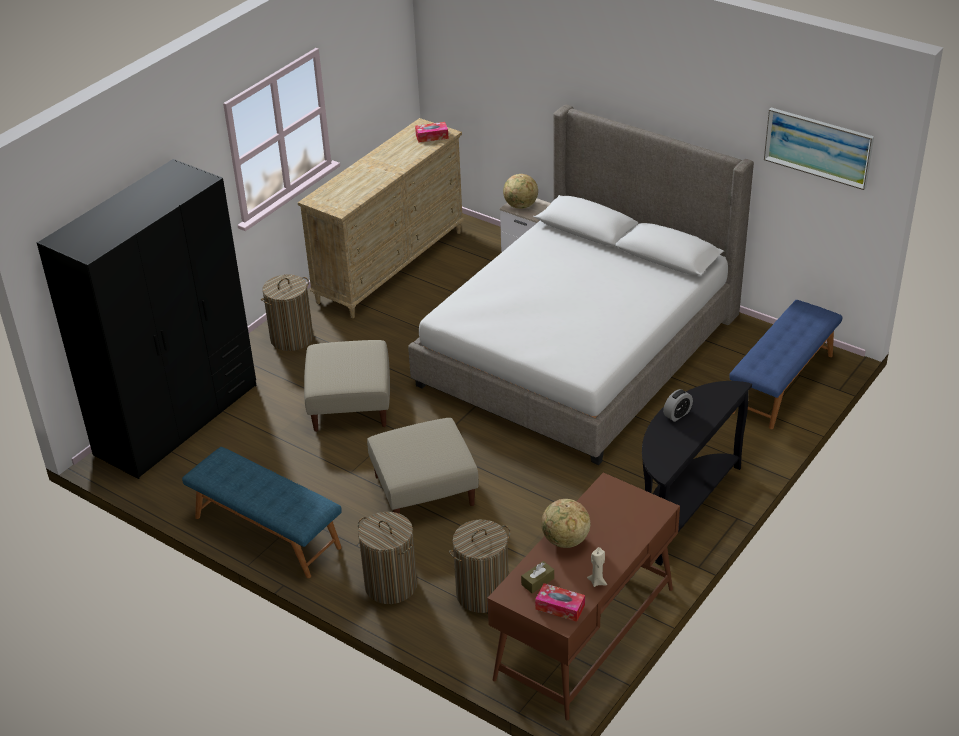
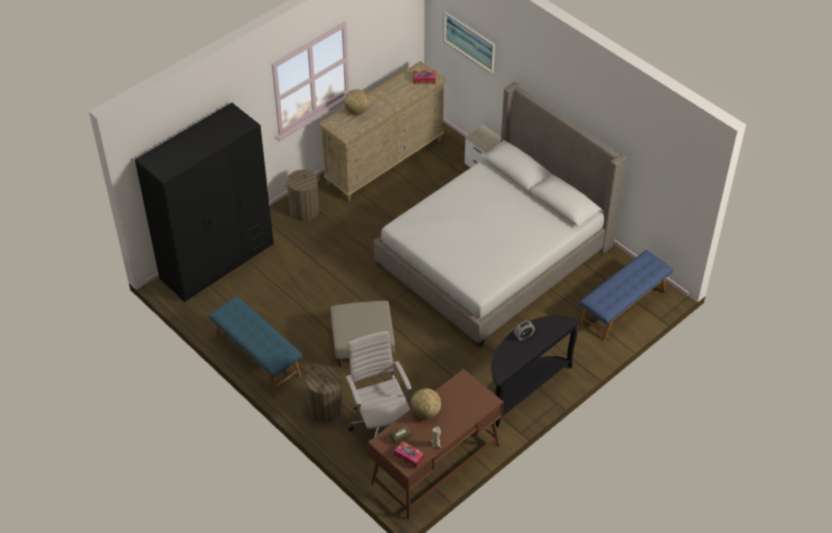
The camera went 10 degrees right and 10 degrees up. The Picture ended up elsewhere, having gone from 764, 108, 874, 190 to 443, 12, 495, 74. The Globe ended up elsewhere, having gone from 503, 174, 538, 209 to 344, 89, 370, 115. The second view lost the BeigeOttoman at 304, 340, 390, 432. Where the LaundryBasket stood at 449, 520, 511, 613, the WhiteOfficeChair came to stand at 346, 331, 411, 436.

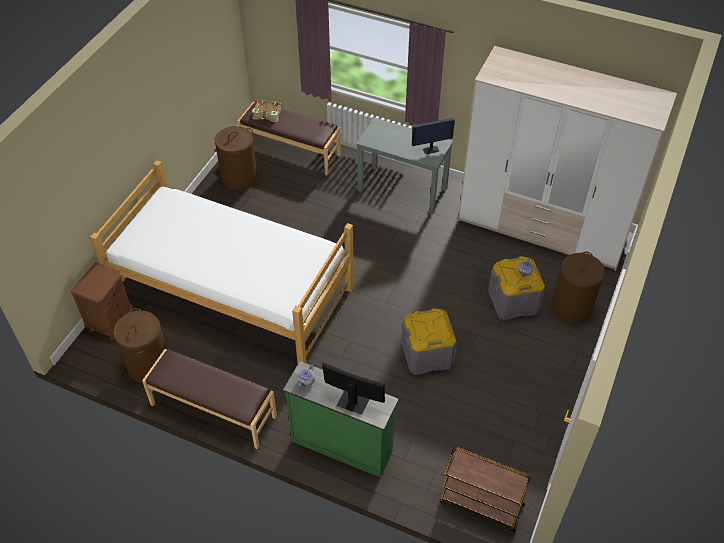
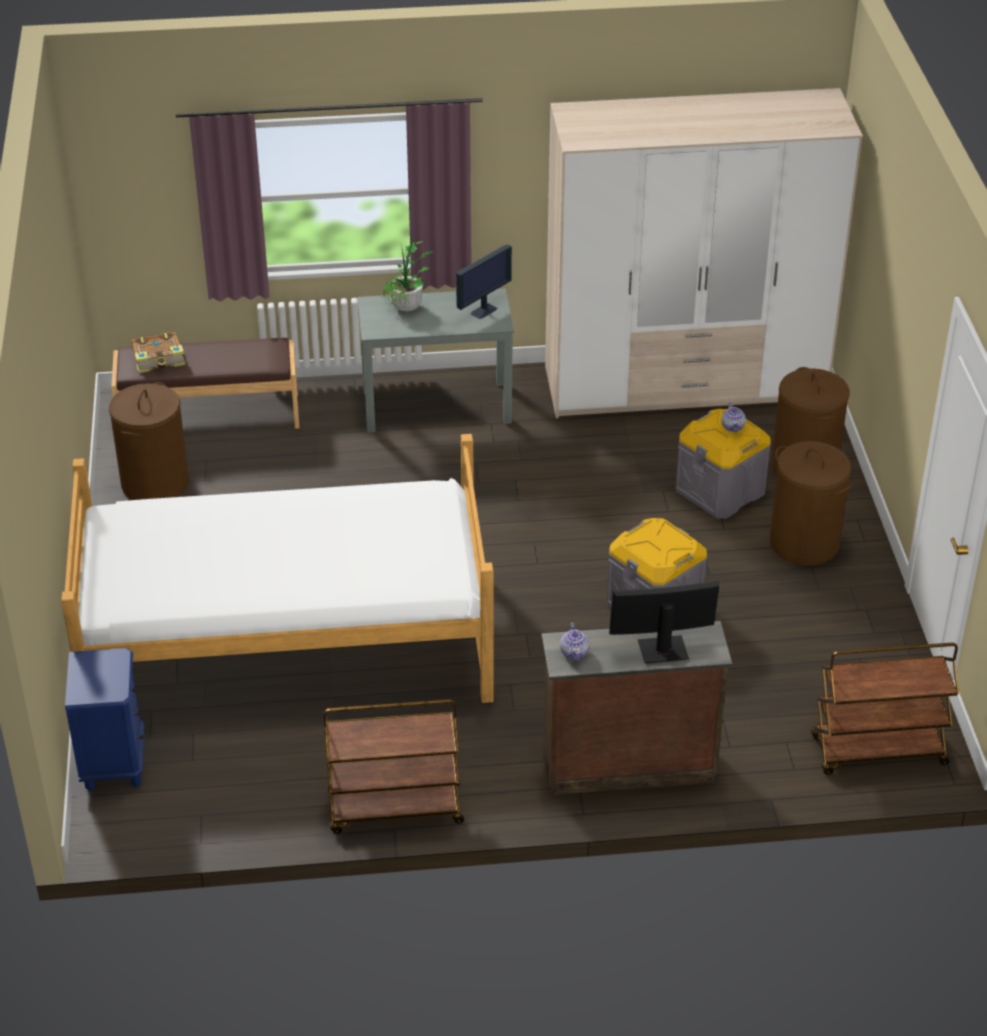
The camera went 30 degrees left and 10 degrees down. What was the BrownNightstand at 70, 262, 133, 340 turned into the BlueNightstand at 65, 648, 144, 791. The BrownLaundryBasket ended up elsewhere, having gone from 113, 308, 167, 383 to 769, 441, 852, 566. Where the BrownBench stood at 142, 349, 277, 449, the BrownCart came to stand at 323, 699, 464, 834. What was the GreenDresser at 283, 361, 399, 477 turned into the BrownDresser at 542, 621, 732, 795. The second view gained the PottedPlant at 381, 232, 433, 312.

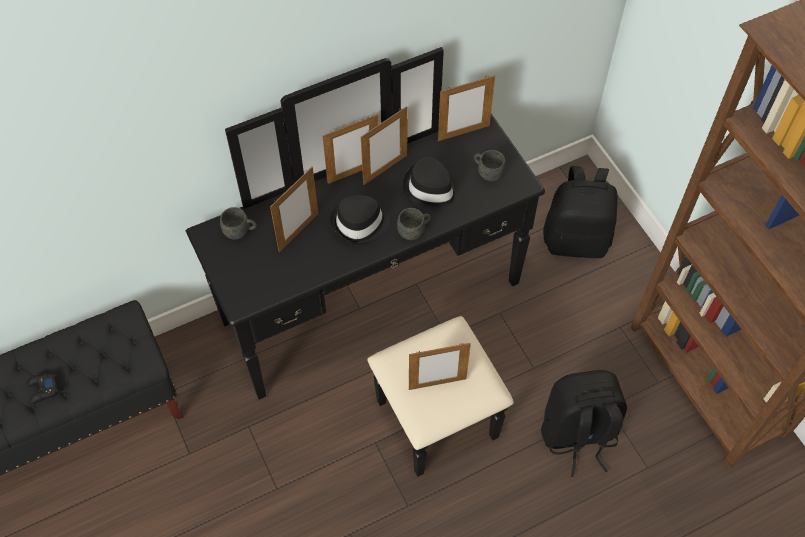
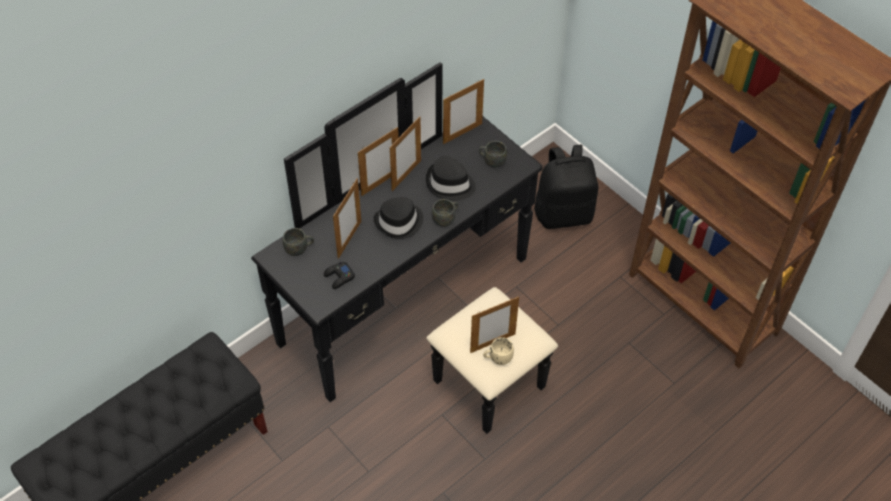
The camera went 15 degrees left and 5 degrees down. The second view lost the BlackBackpack at 541, 370, 627, 477. The BlackGameController ended up elsewhere, having gone from 27, 373, 59, 404 to 324, 262, 355, 289. The second view gained the BeigeMug at 483, 337, 514, 365.

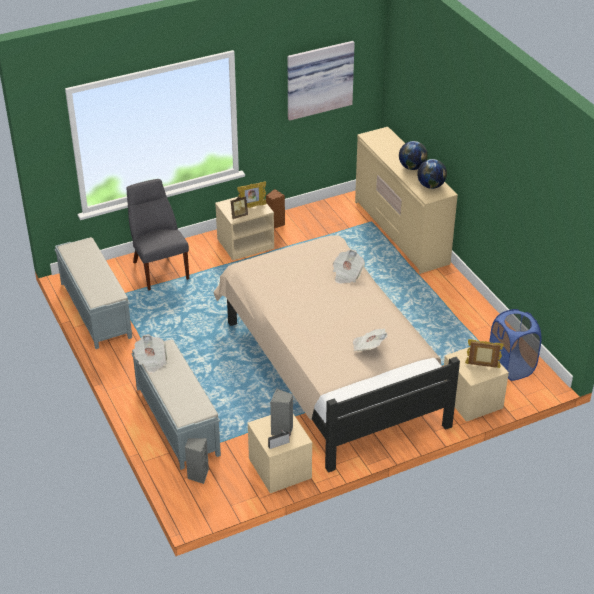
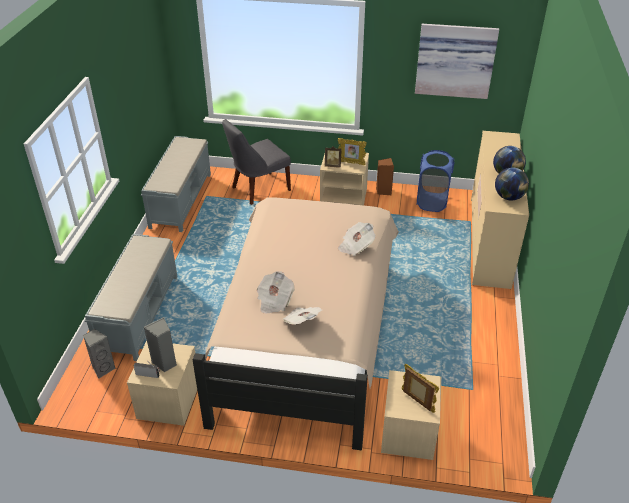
The camera went 35 degrees right and 0 degrees up. The GreyChair at 126, 179, 189, 291 ended up facing another way, 135 degrees counterclockwise from before. The BlueLaundryBasket ended up elsewhere, having gone from 489, 309, 542, 381 to 417, 150, 454, 212. The Newspaper ended up elsewhere, having gone from 134, 334, 168, 373 to 257, 271, 295, 313.

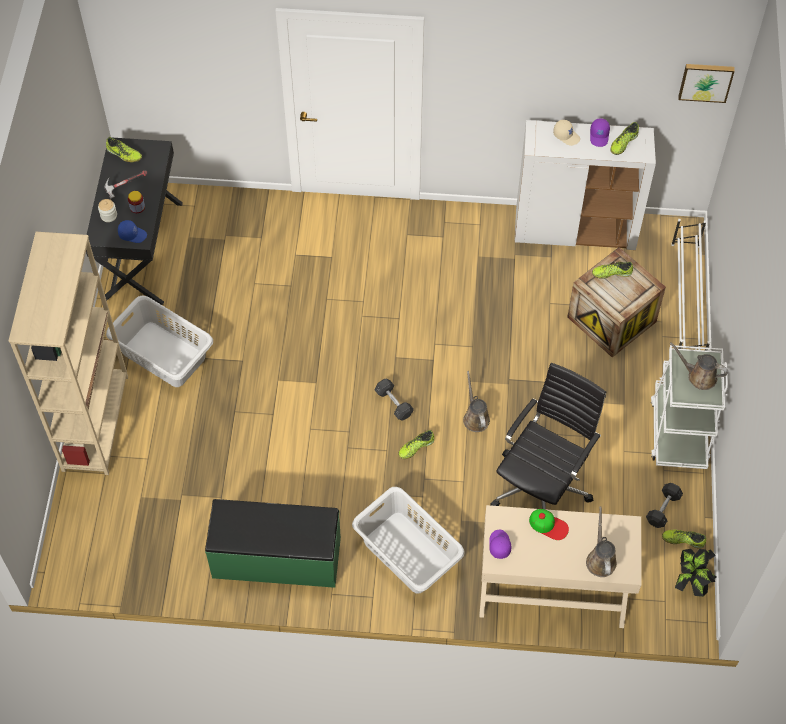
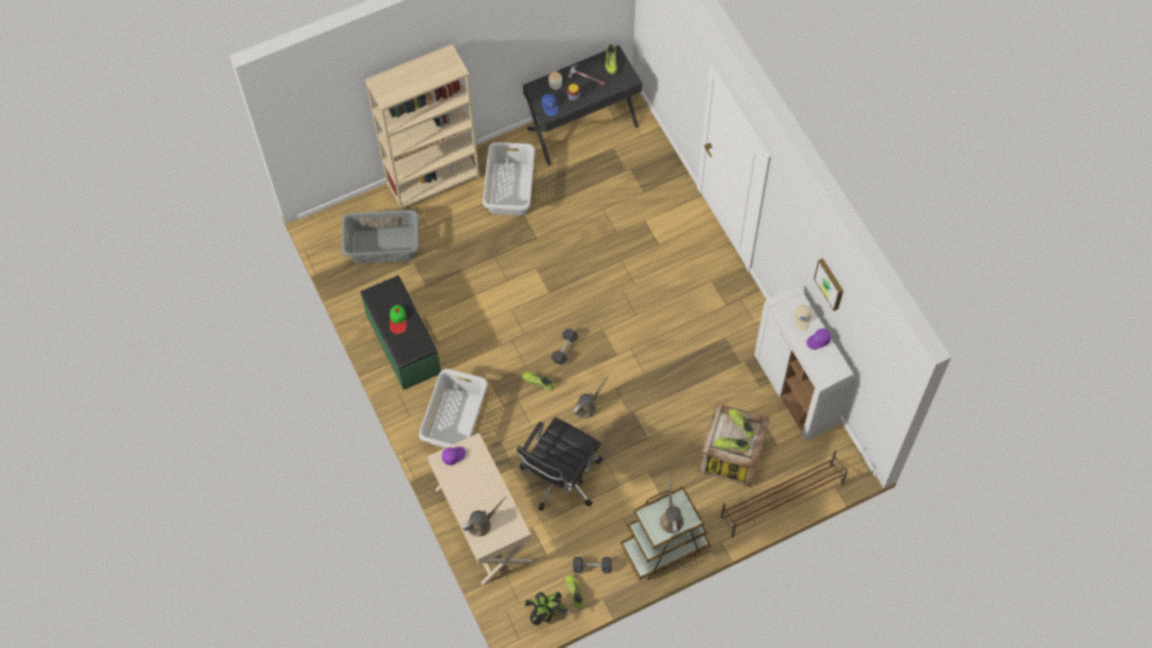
The camera went 60 degrees right and 5 degrees up. The Picture ended up elsewhere, having gone from 679, 64, 735, 103 to 814, 258, 843, 311. The Shoe ended up elsewhere, having gone from 610, 122, 639, 155 to 714, 438, 750, 452. What was the WhiteShoeRack at 671, 219, 710, 351 turned into the BrownShoeRack at 721, 450, 848, 538. What was the WhiteCart at 651, 345, 728, 469 turned into the BrownCart at 621, 486, 711, 580. The BlackOfficeChair at 490, 363, 606, 509 ended up facing another way, 120 degrees clockwise from before. The Cap ended up elsewhere, having gone from 529, 509, 569, 540 to 390, 305, 407, 334. The second view gained the GreyLaundryBasket at 342, 210, 419, 264.

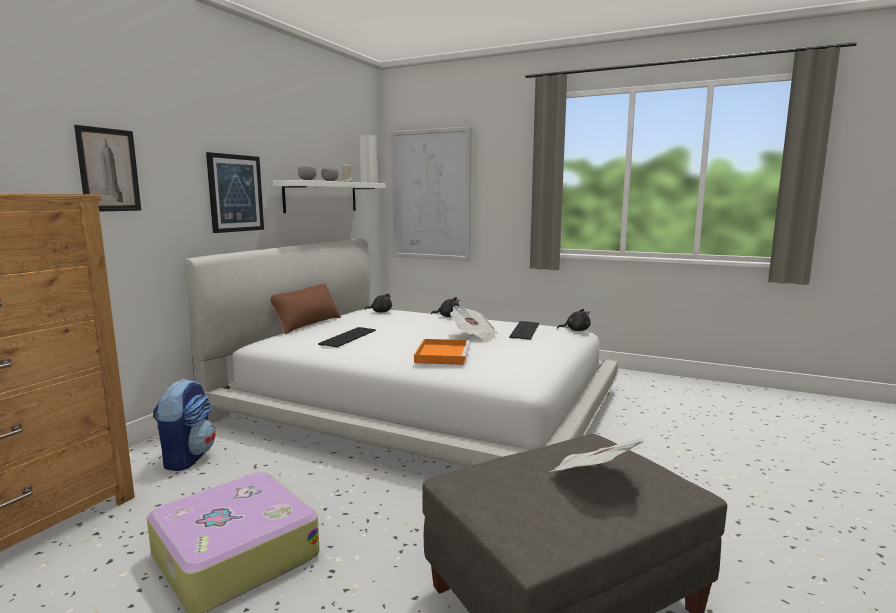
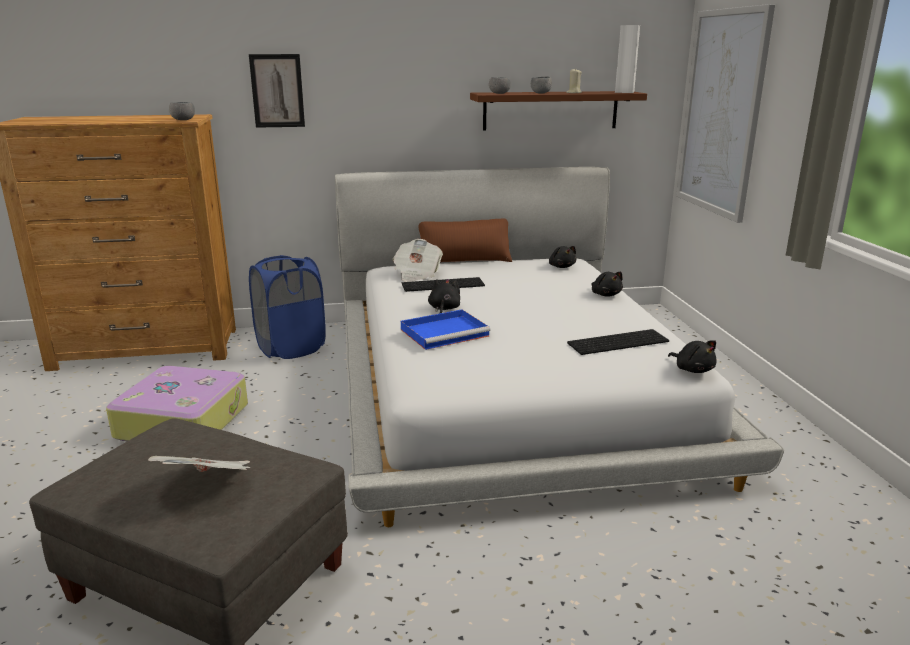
The camera went 55 degrees right and 10 degrees up. The second view lost the Picture at 206, 152, 264, 233. What was the WhiteShelf at 273, 180, 385, 213 turned into the BrownShelf at 470, 91, 647, 131. The Newspaper ended up elsewhere, having gone from 450, 306, 498, 342 to 393, 239, 443, 282. What was the OrangeTray at 414, 339, 470, 365 turned into the BlueTray at 401, 309, 491, 350. Where the Backpack stood at 153, 379, 216, 471, the BlueLaundryBasket came to stand at 249, 255, 326, 359. The second view gained the GreyBowl at 169, 102, 195, 120. The second view gained the BlackPlushToy at 428, 279, 460, 313.

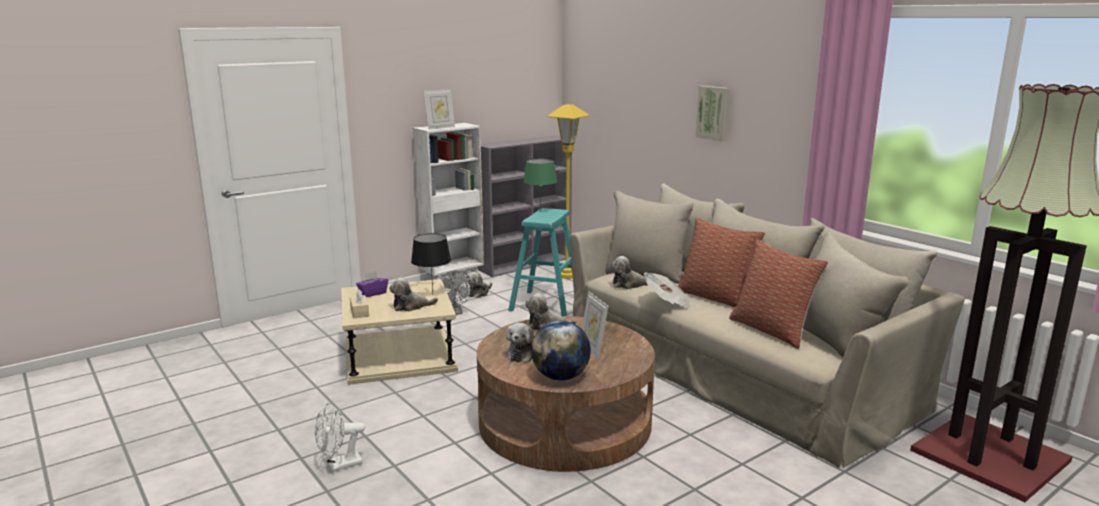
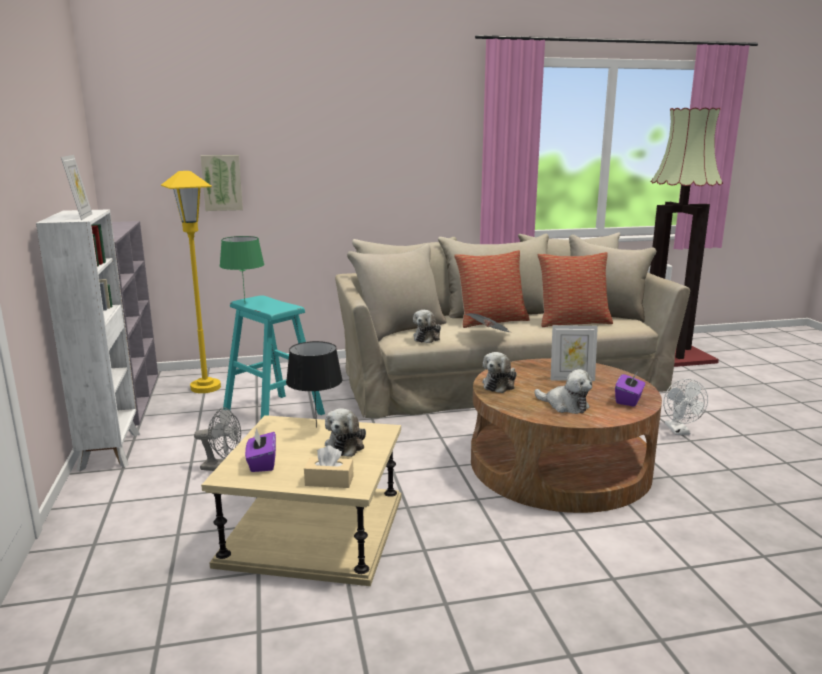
The camera went 65 degrees left and 0 degrees up. The Picture ended up elsewhere, having gone from 696, 86, 729, 142 to 201, 155, 243, 211. The second view lost the PlushToy at 466, 272, 492, 298. Where the Globe stood at 531, 320, 591, 380, the PurpleTissueBox came to stand at 615, 373, 645, 407. The WhiteFan ended up elsewhere, having gone from 315, 403, 365, 472 to 663, 379, 708, 435.

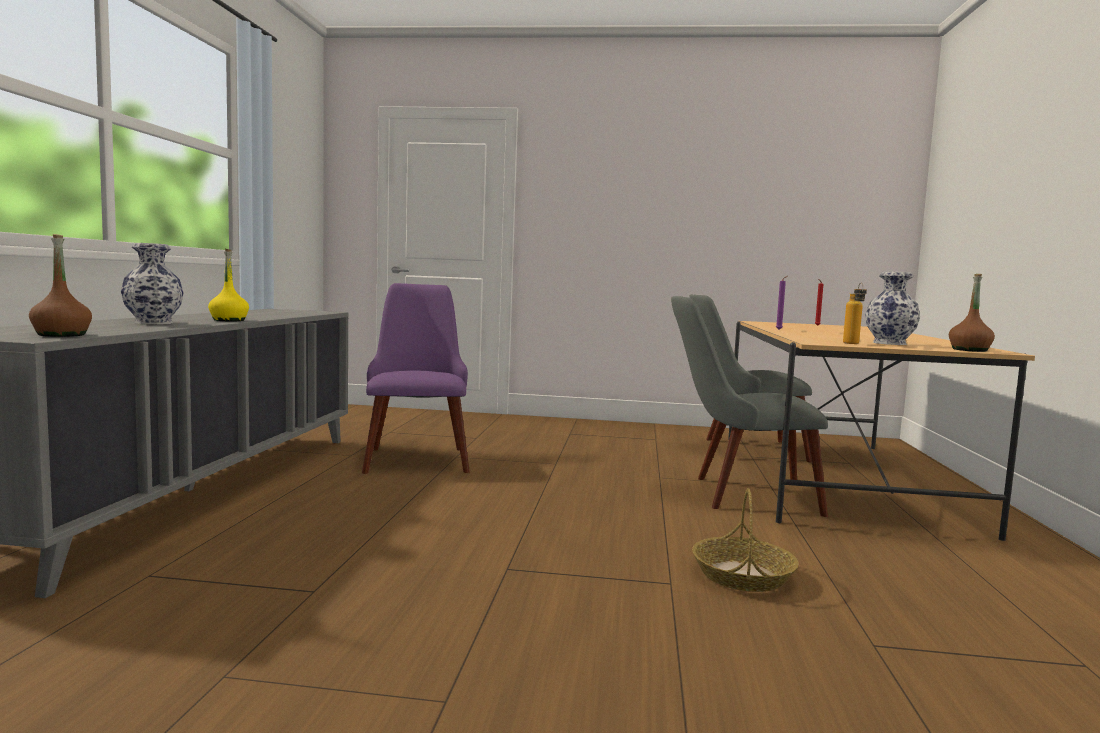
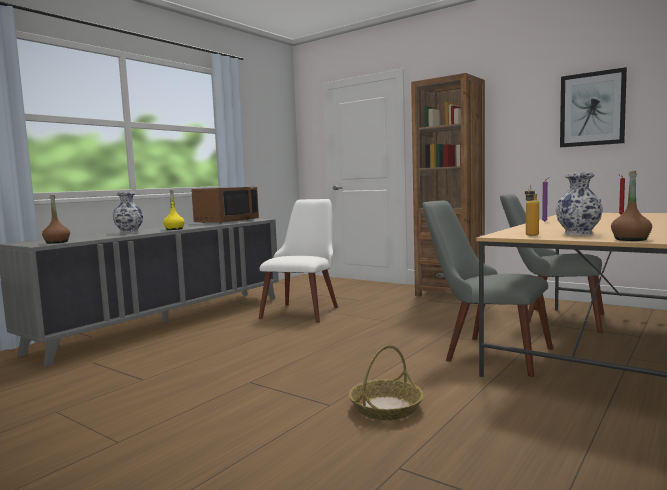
The camera went 30 degrees right and 0 degrees up. What was the PurpleChair at 362, 283, 469, 474 turned into the WhiteChair at 259, 199, 338, 323. The second view gained the Picture at 560, 67, 627, 147. The second view gained the BrownBookcase at 411, 73, 485, 296. The second view gained the BrownMicrowave at 192, 187, 259, 224.

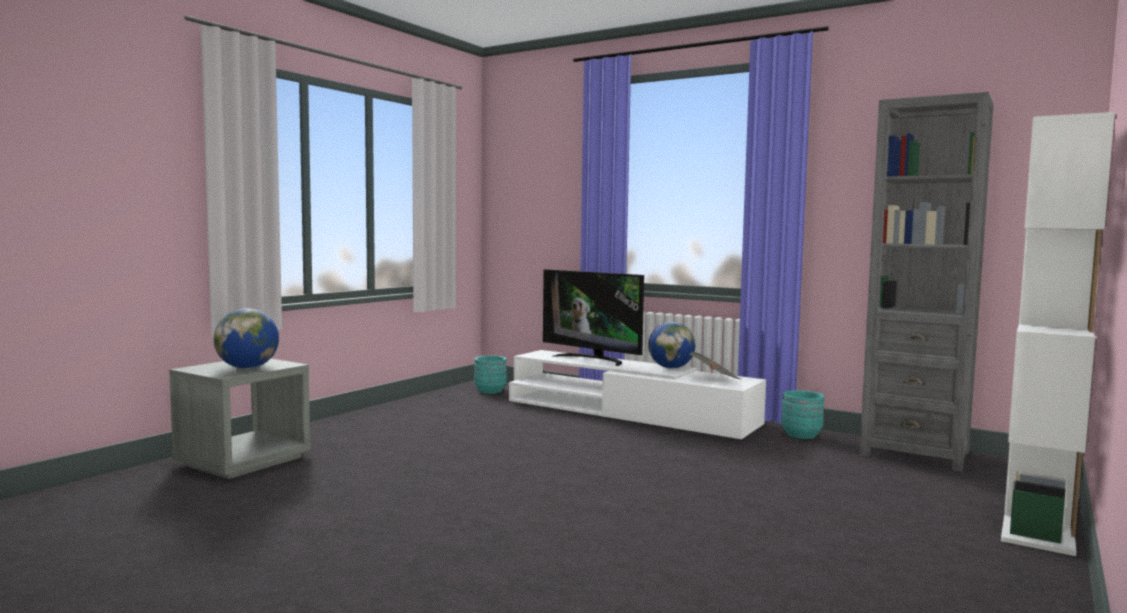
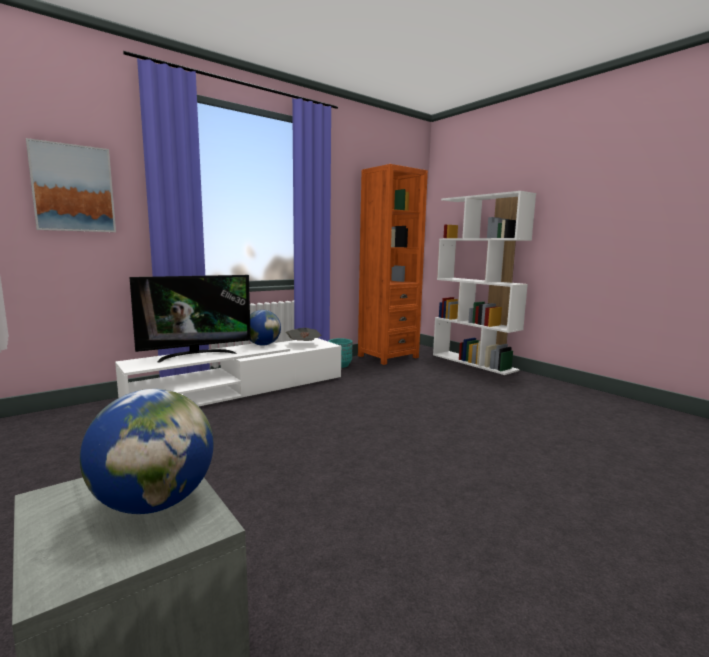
The camera went 70 degrees left and 5 degrees up. What was the GreyBookcase at 859, 92, 994, 472 turned into the OrangeBookcase at 358, 164, 428, 365. The second view lost the TurquoisePlanter at 474, 356, 507, 394. The second view gained the Picture at 26, 138, 116, 232.

